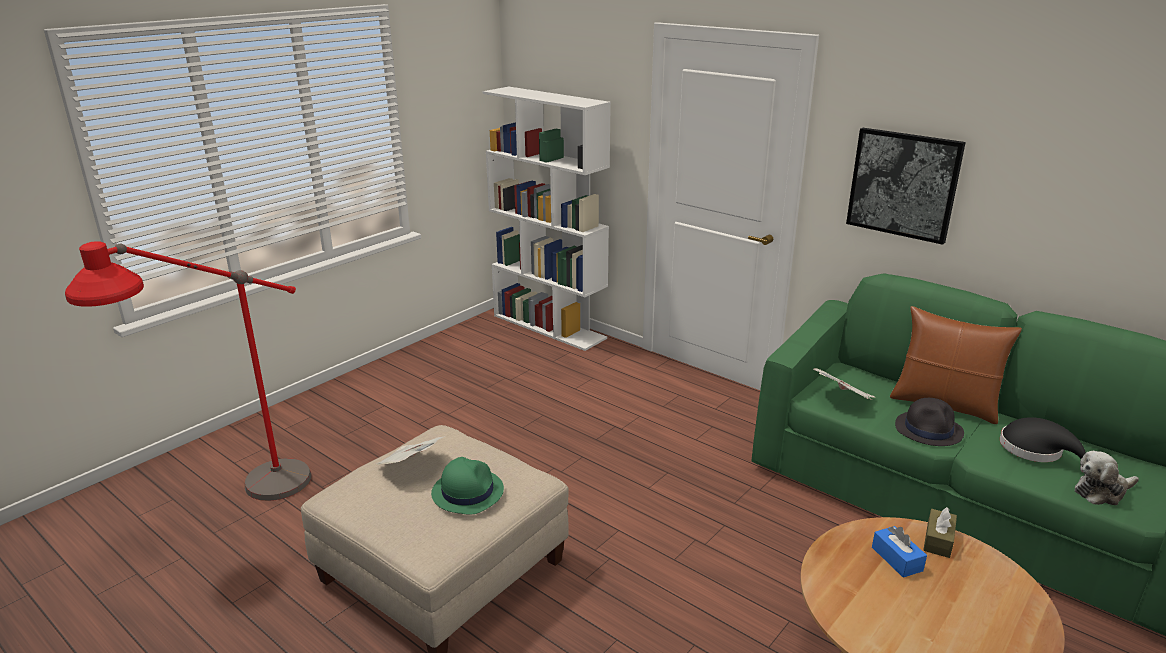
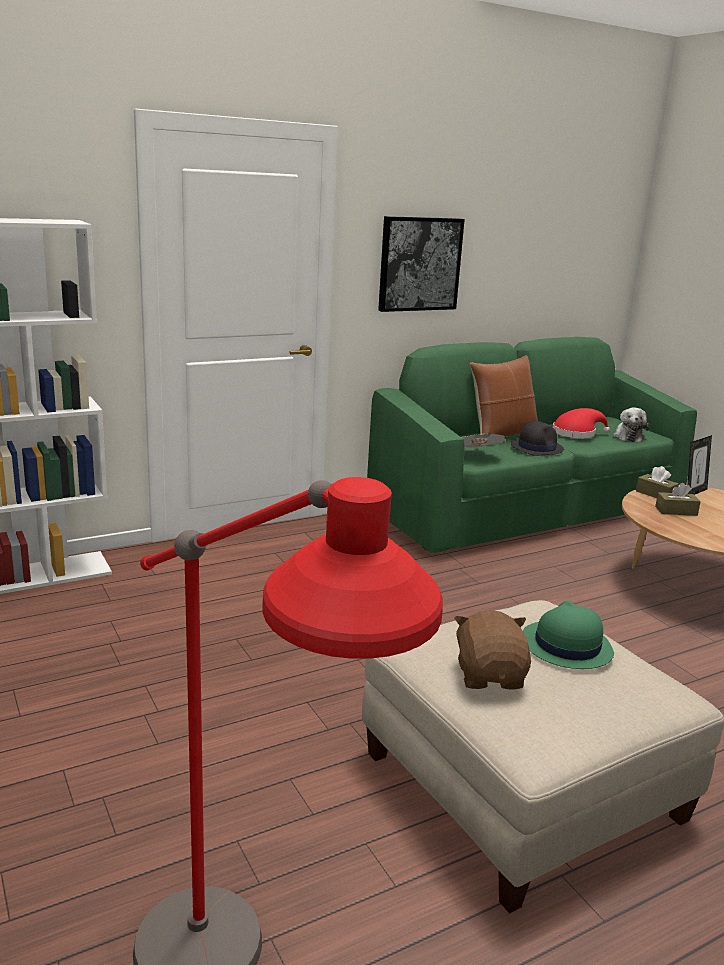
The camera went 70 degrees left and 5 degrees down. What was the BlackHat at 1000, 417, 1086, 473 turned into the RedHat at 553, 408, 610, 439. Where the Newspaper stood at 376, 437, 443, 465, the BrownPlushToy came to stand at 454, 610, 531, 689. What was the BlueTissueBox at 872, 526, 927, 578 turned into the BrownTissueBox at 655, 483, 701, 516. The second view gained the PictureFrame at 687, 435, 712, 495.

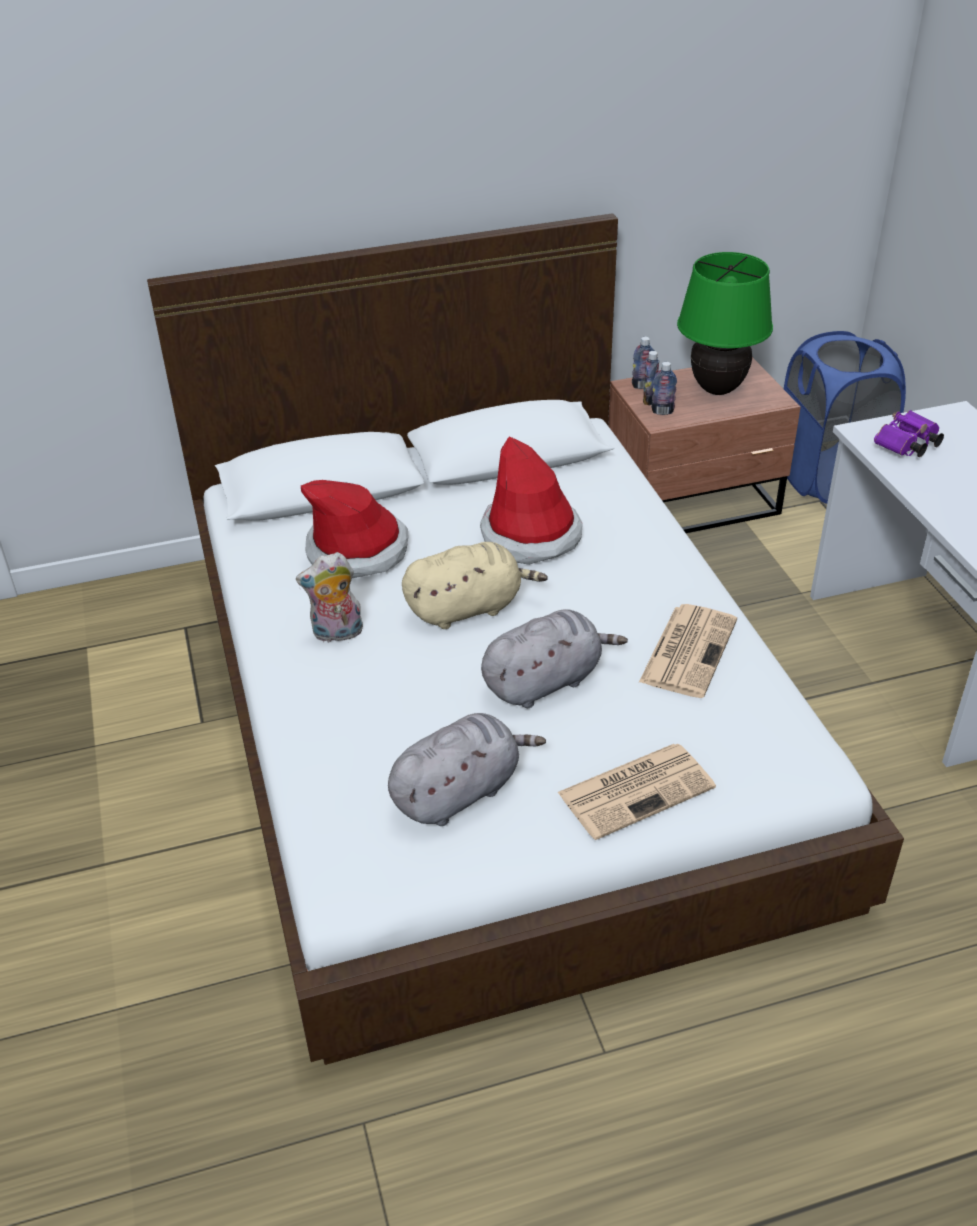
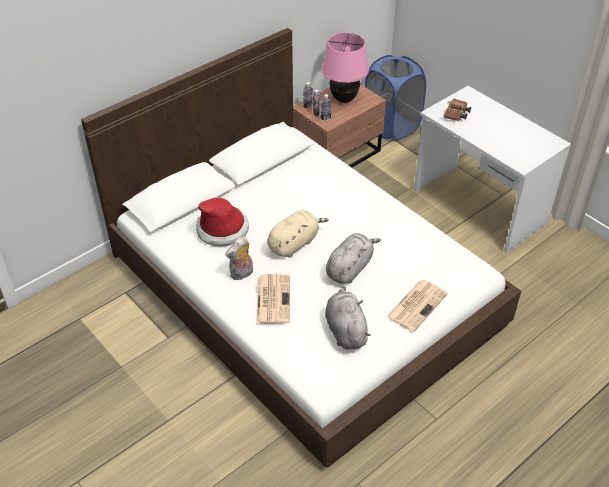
The camera went 25 degrees left and 5 degrees up. What was the GreenTableLamp at 677, 252, 773, 395 turned into the PinkTableLamp at 322, 33, 369, 103. What was the PurpleBinoculars at 874, 410, 944, 457 turned into the BrownBinoculars at 443, 98, 471, 121. The second view lost the Hat at 480, 436, 583, 565. The Newspaper ended up elsewhere, having gone from 639, 604, 737, 698 to 256, 274, 290, 324. The GreyPlushToy at 388, 713, 546, 826 ended up facing another way, 45 degrees counterclockwise from before.

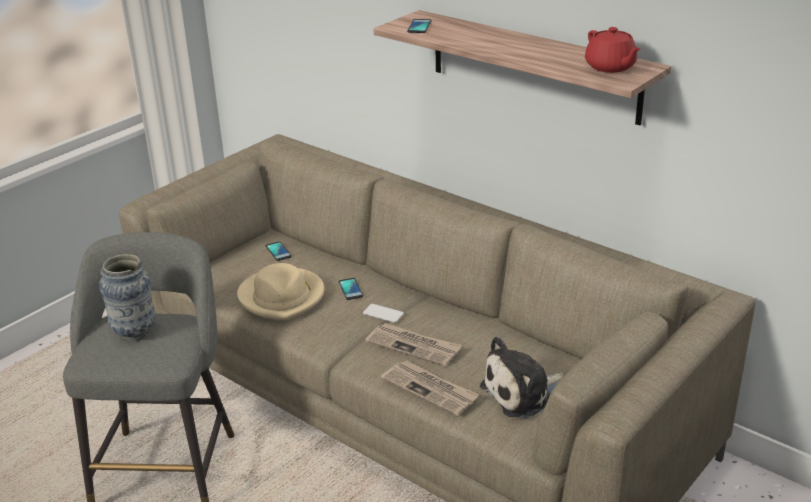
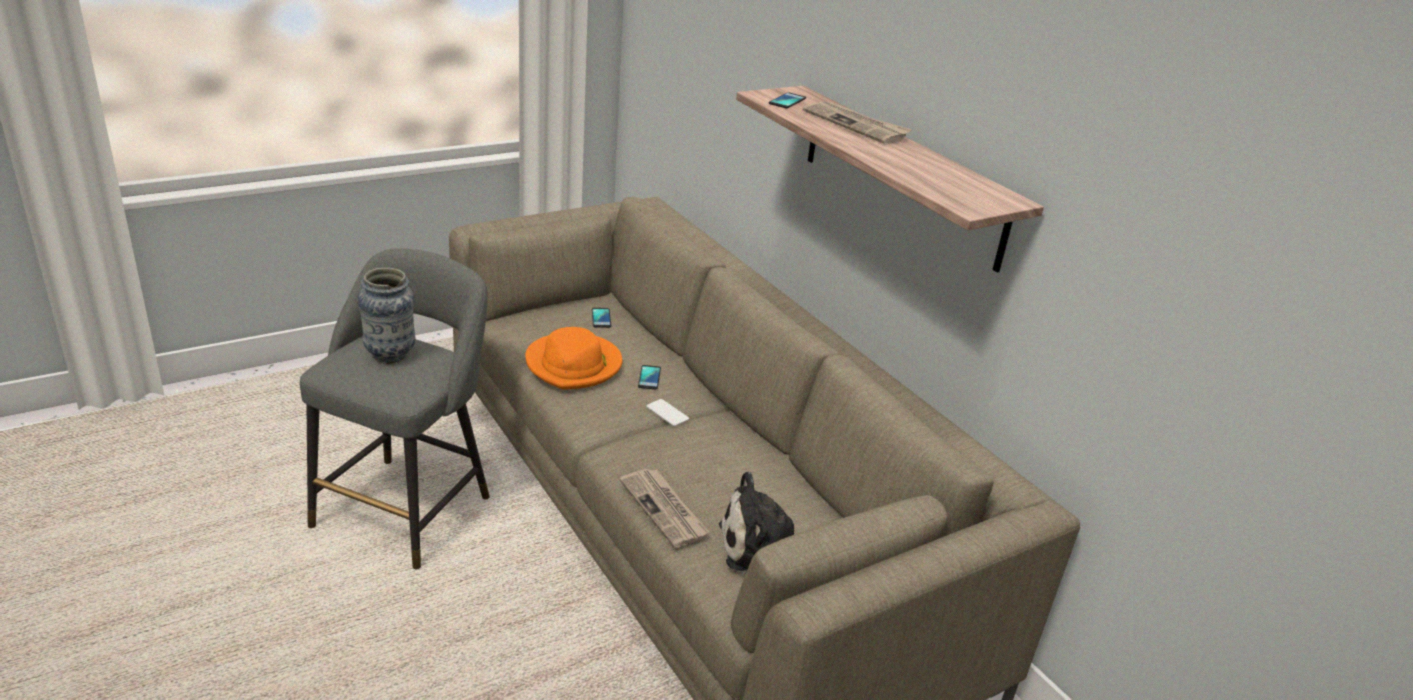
The camera went 15 degrees right and 0 degrees up. The second view lost the RedTeapot at 585, 27, 640, 73. What was the BeigeHat at 237, 263, 325, 320 turned into the OrangeHat at 525, 327, 623, 390. The Newspaper ended up elsewhere, having gone from 365, 323, 462, 367 to 803, 102, 911, 144.

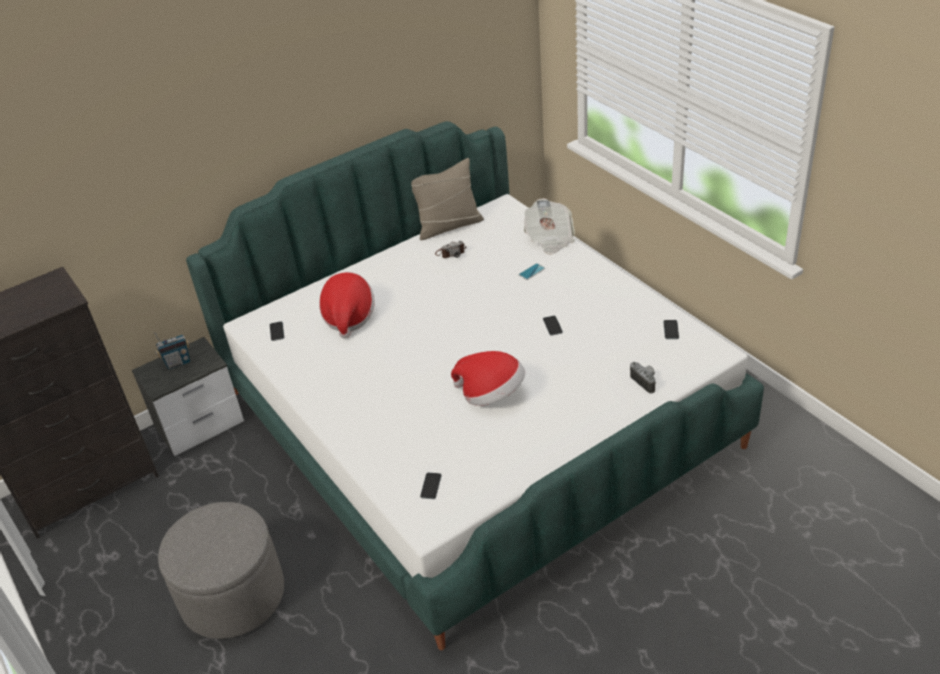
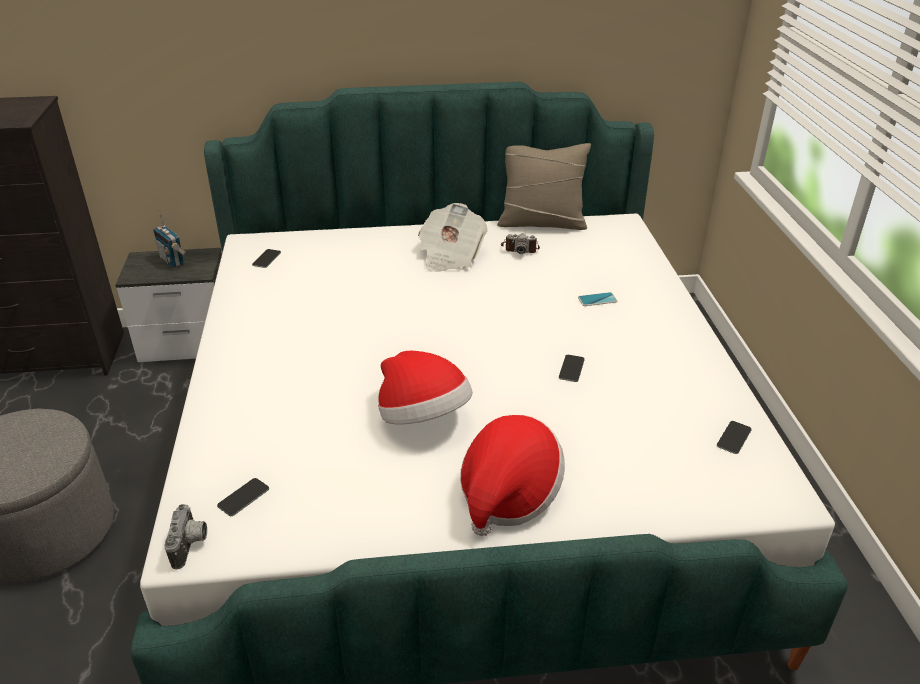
The camera went 25 degrees right and 5 degrees down. The Newspaper ended up elsewhere, having gone from 524, 198, 575, 255 to 418, 203, 487, 272. The Hat ended up elsewhere, having gone from 319, 272, 375, 339 to 460, 415, 565, 536. The Radio at 153, 332, 190, 370 ended up facing another way, 45 degrees clockwise from before. The PhotoCamera ended up elsewhere, having gone from 630, 362, 656, 394 to 164, 504, 207, 570.

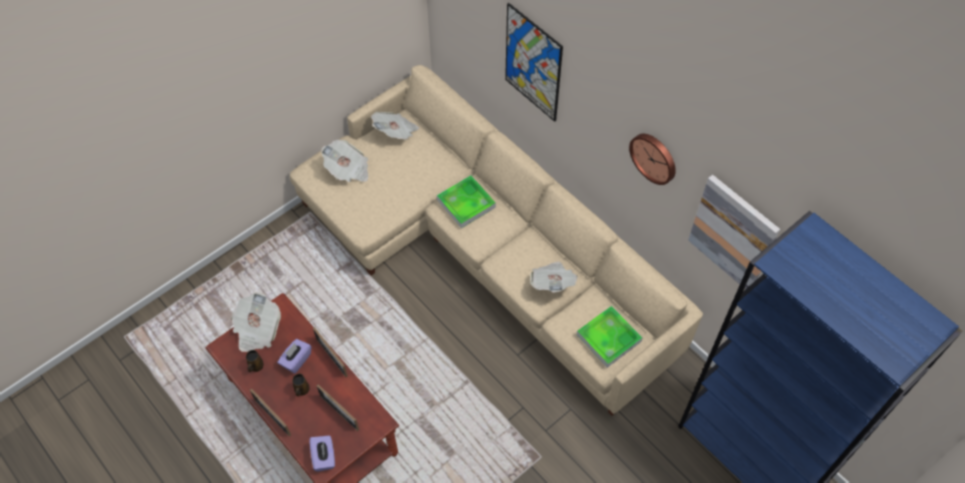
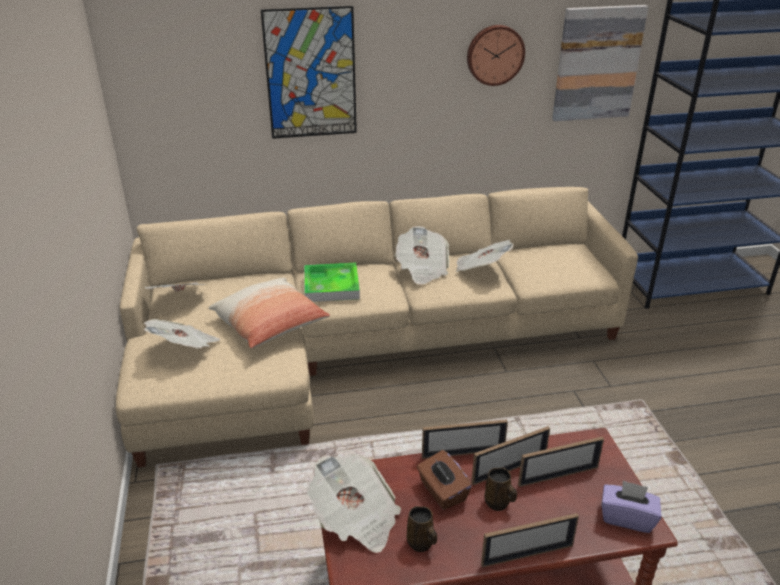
The camera went 60 degrees left and 25 degrees down. The second view lost the Tray at 577, 306, 642, 368. What was the PurpleTissueBox at 277, 339, 311, 374 turned into the BrownTissueBox at 417, 450, 472, 510. The second view gained the Newspaper at 395, 226, 449, 285. The second view gained the Pillow at 208, 278, 330, 348. The second view gained the PictureFrame at 471, 426, 550, 485.

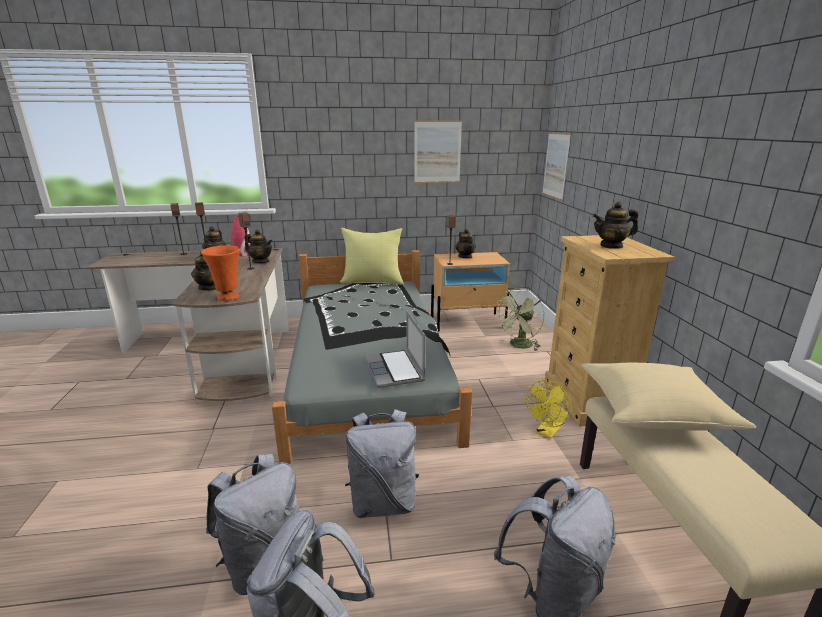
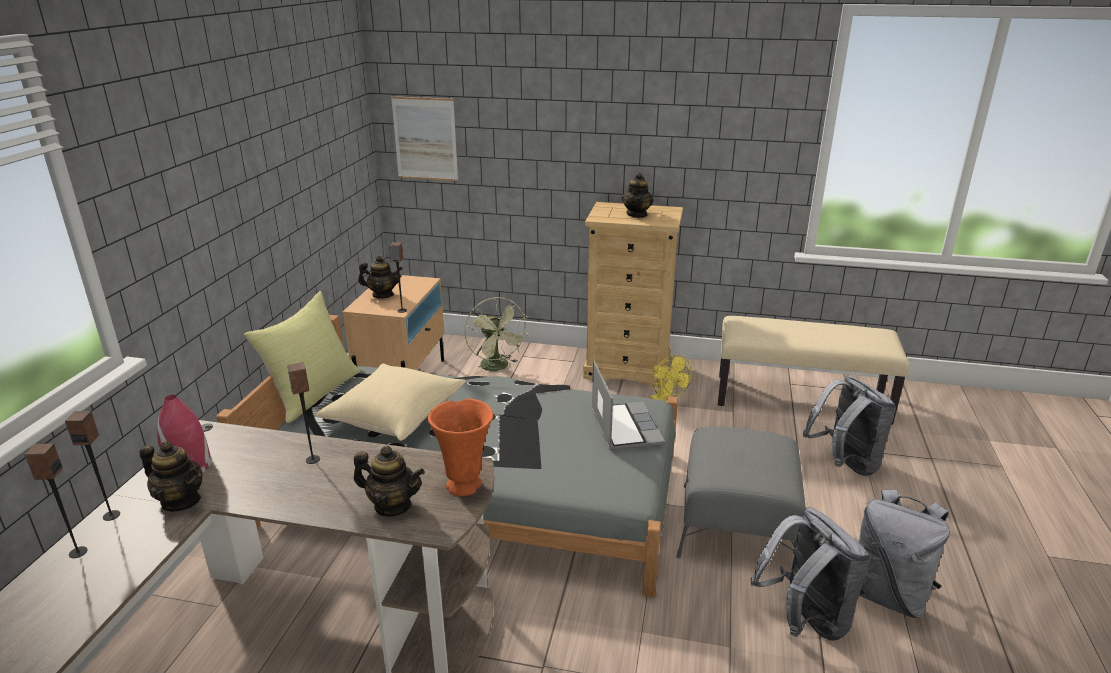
The camera went 70 degrees left and 5 degrees up. The second view lost the Picture at 414, 121, 462, 183. The second view lost the Teapot at 244, 229, 273, 263. The Laptop at 365, 311, 425, 388 ended up facing another way, 105 degrees counterclockwise from before. The BeigePillow ended up elsewhere, having gone from 581, 363, 756, 431 to 315, 363, 466, 441. Where the GreyBackpack stood at 345, 409, 419, 518, the GreyOttoman came to stand at 676, 426, 806, 558.

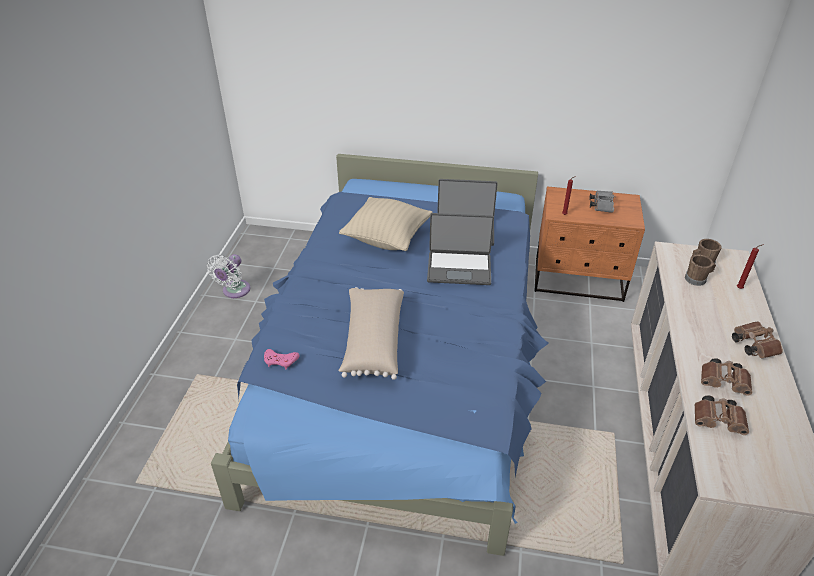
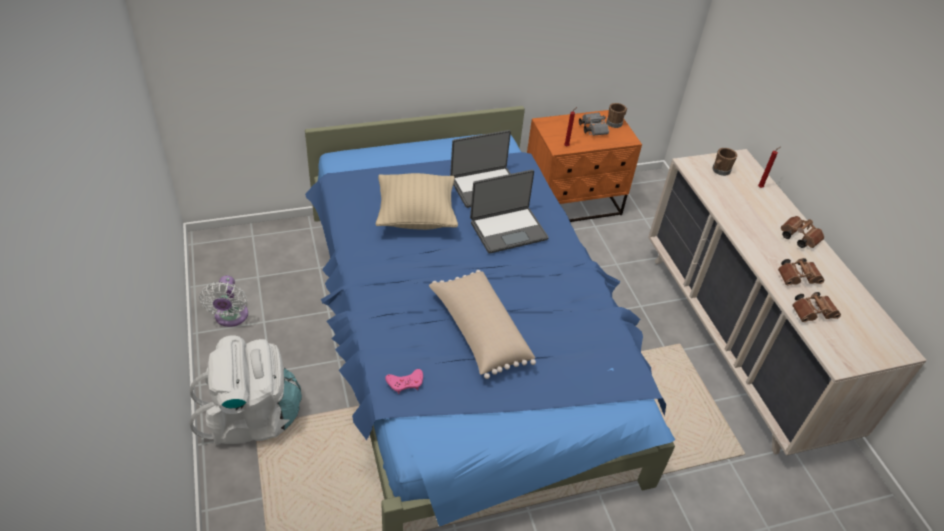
The camera went 30 degrees left and 5 degrees up. The BrownMug ended up elsewhere, having gone from 685, 255, 716, 286 to 606, 103, 627, 128. The second view gained the WhiteBackpack at 189, 336, 302, 445.

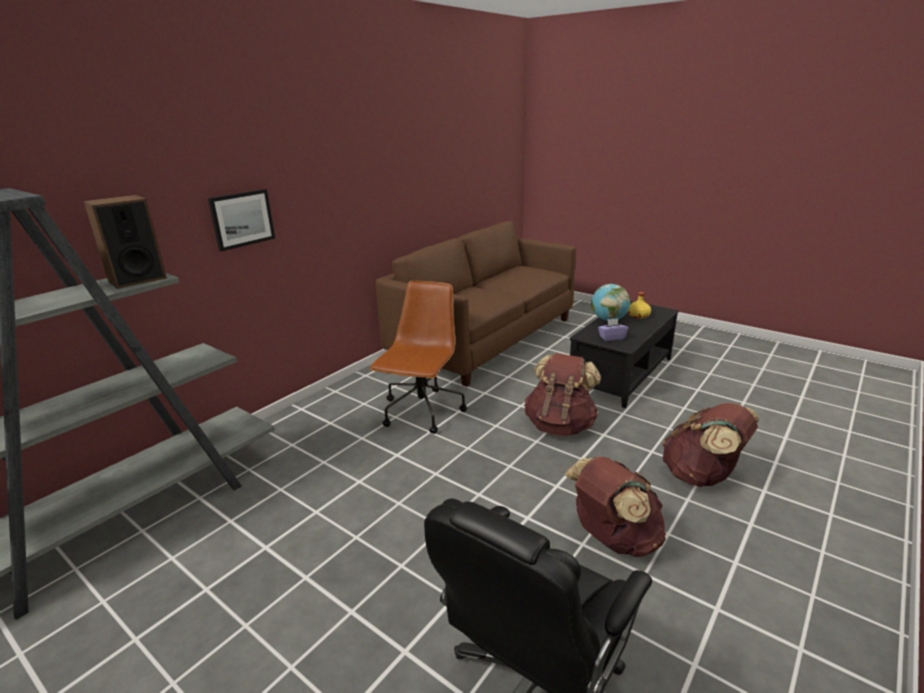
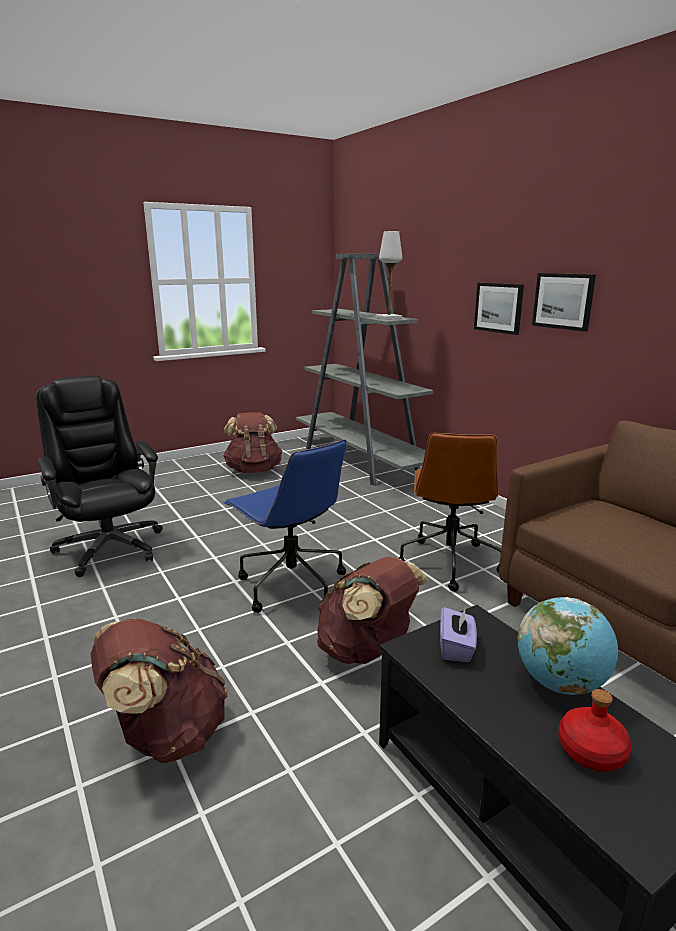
The camera went 110 degrees right and 5 degrees down. Where the Speaker stood at 84, 195, 167, 289, the WhiteTableLamp came to stand at 376, 231, 402, 320. The BrownOfficeChair at 370, 281, 467, 434 ended up facing another way, 60 degrees clockwise from before. What was the YellowBottle at 628, 292, 651, 319 turned into the RedBottle at 558, 689, 631, 772. The BrownBackpack ended up elsewhere, having gone from 564, 456, 666, 557 to 223, 412, 282, 473. The second view gained the Picture at 532, 273, 596, 332. The second view gained the BlueOfficeChair at 224, 439, 347, 613.

